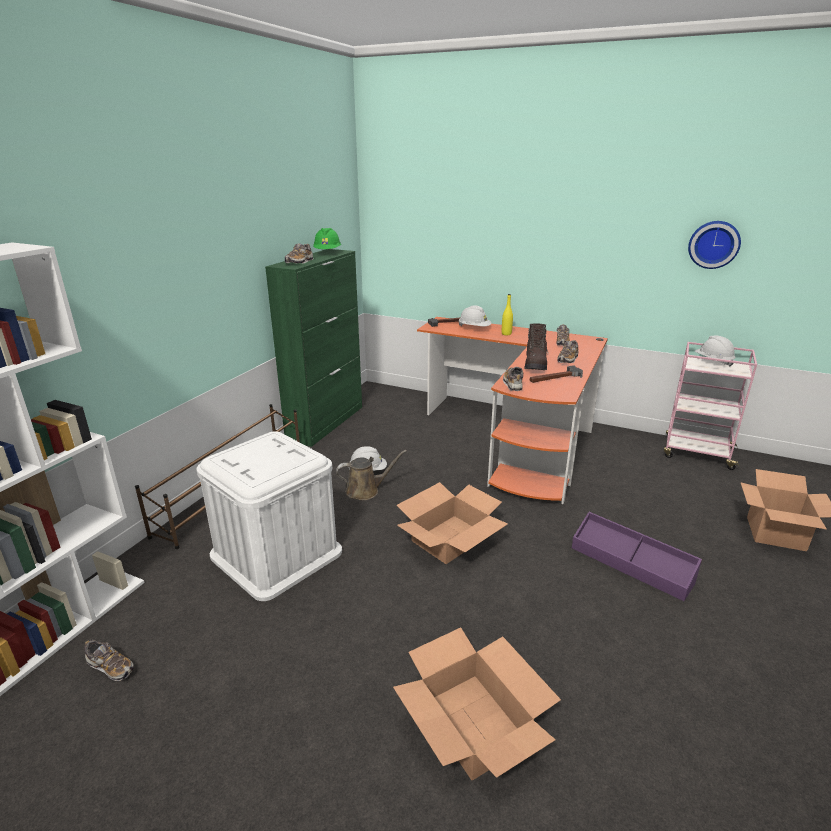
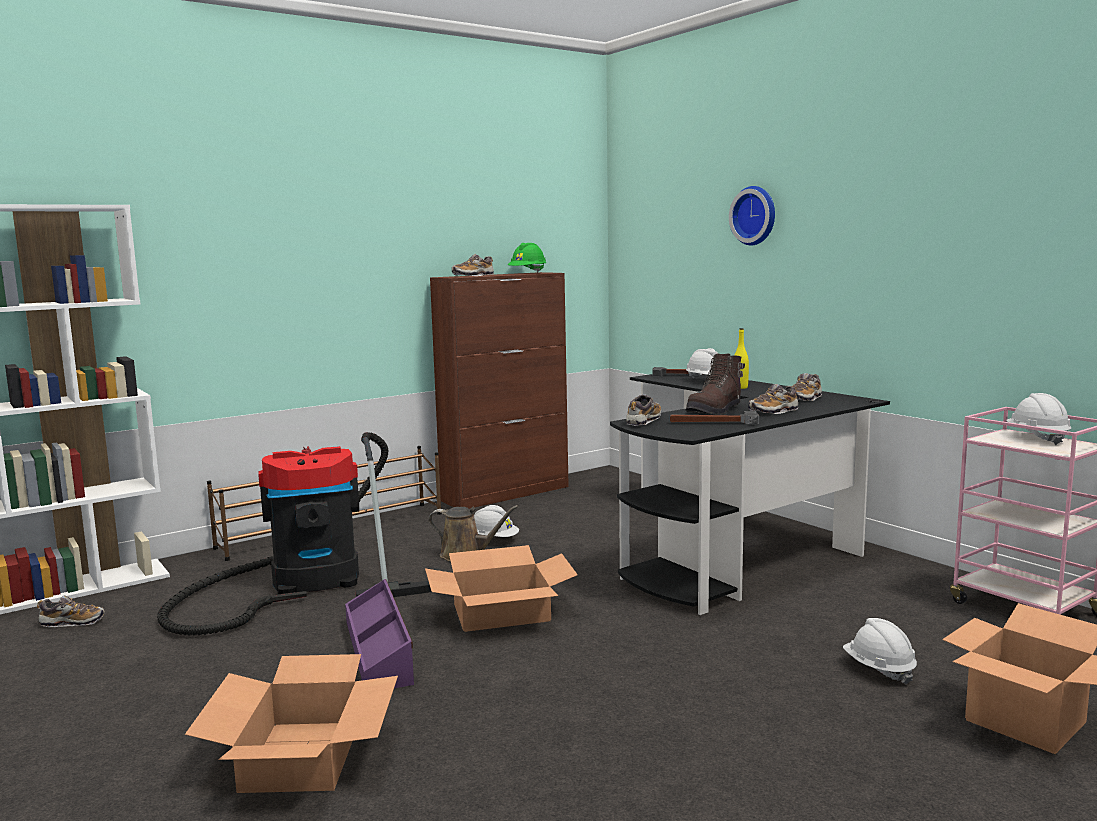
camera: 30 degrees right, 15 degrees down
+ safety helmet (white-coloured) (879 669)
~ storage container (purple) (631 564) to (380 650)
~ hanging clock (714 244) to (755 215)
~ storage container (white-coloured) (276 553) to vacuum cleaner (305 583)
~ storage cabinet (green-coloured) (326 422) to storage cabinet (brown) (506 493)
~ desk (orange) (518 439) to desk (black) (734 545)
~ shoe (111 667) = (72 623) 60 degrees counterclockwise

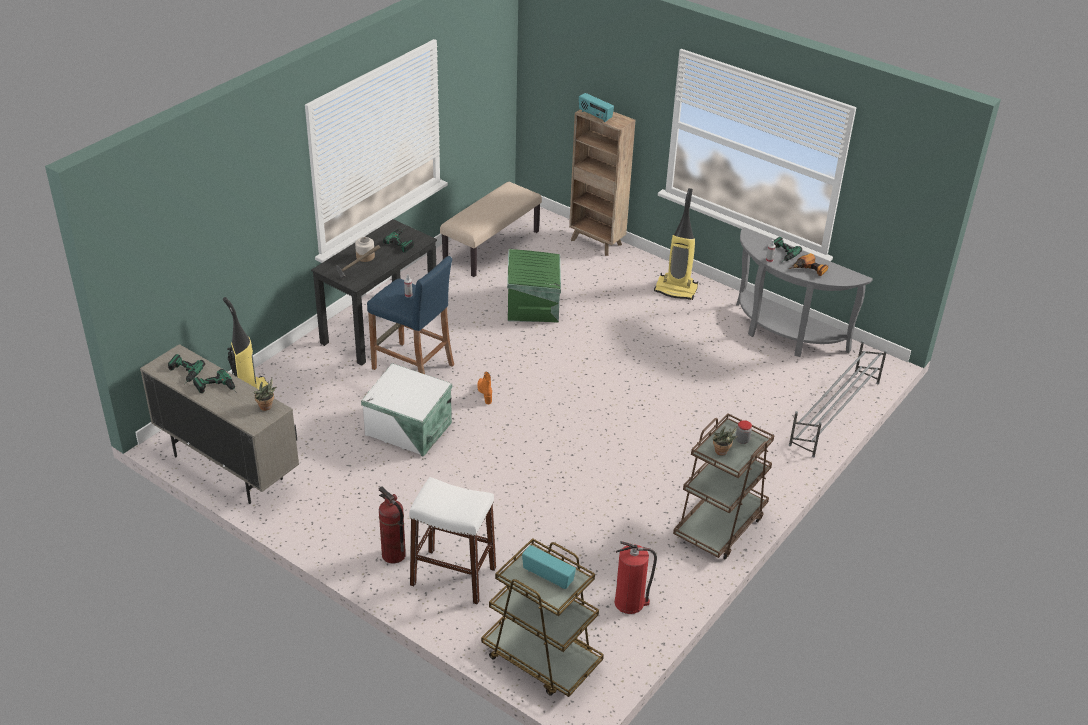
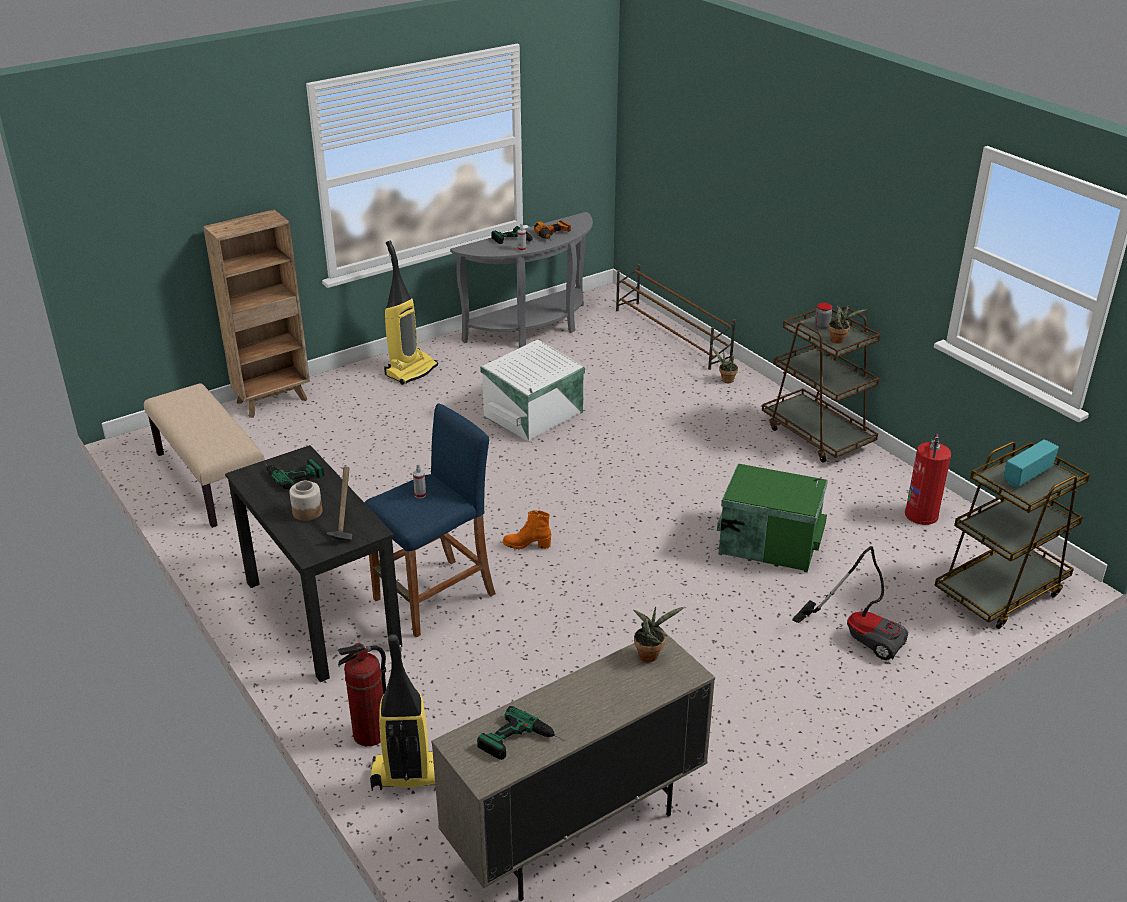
camera: 70 degrees left, 5 degrees down
- electric drill (217 389)
- radio (595 116)
+ potted plant (725 380)
~ storage container (white-coloured) (408 430) to (535 414)
~ fire extinguisher (393 555) to (370 734)
~ storage container (green-coloured) (534 303) to (768 540)
~ sitting stool (white-coloured) (453 576) to vacuum cleaner (860 634)
~ shoe rack (grey) (834 413) to shoe rack (brown) (672 335)

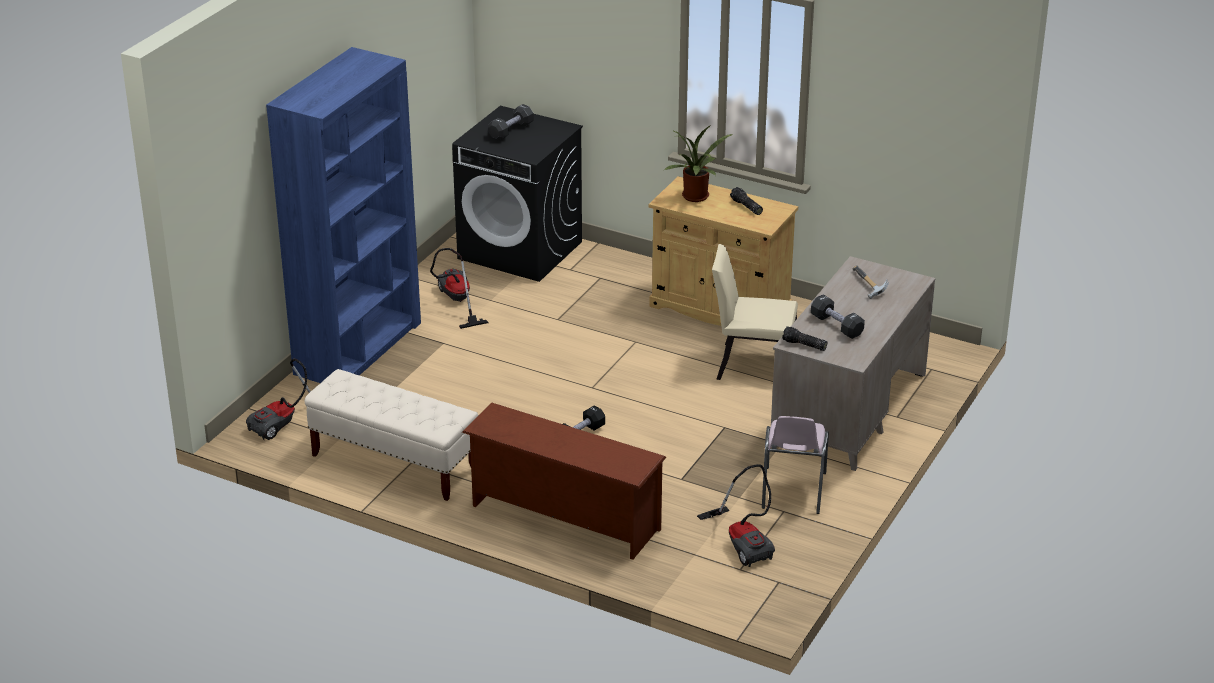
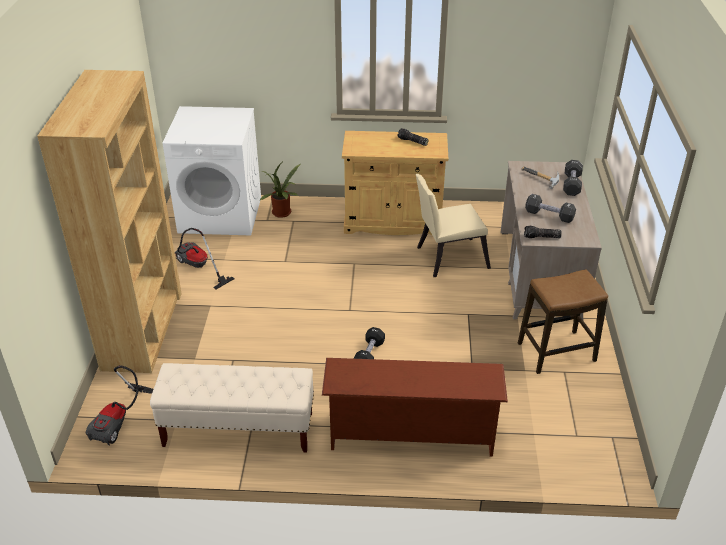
camera: 25 degrees left, 5 degrees up
- vacuum cleaner (744 542)
~ hand weight (black) (511 131) to (571 184)
~ potted plant (696 198) to (283 214)
~ upright chair (pink-coloured) (792 491) to sitting stool (556 352)
~ bookcase (bluish) (358 348) to bookcase (brown) (143 330)
~ laundry machine (black) (521 250) to laundry machine (white-coloured) (221 214)

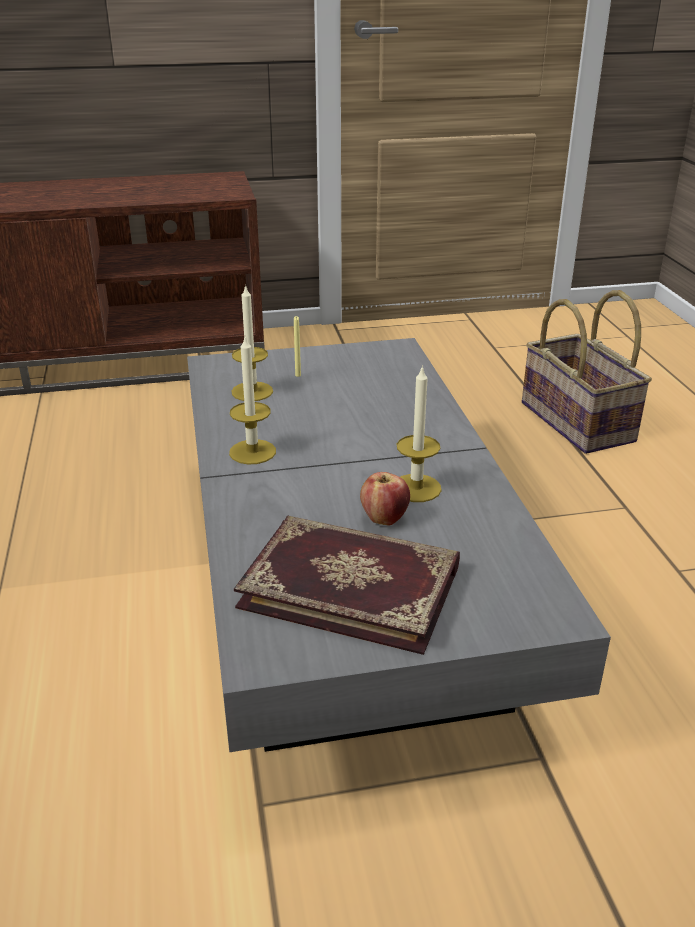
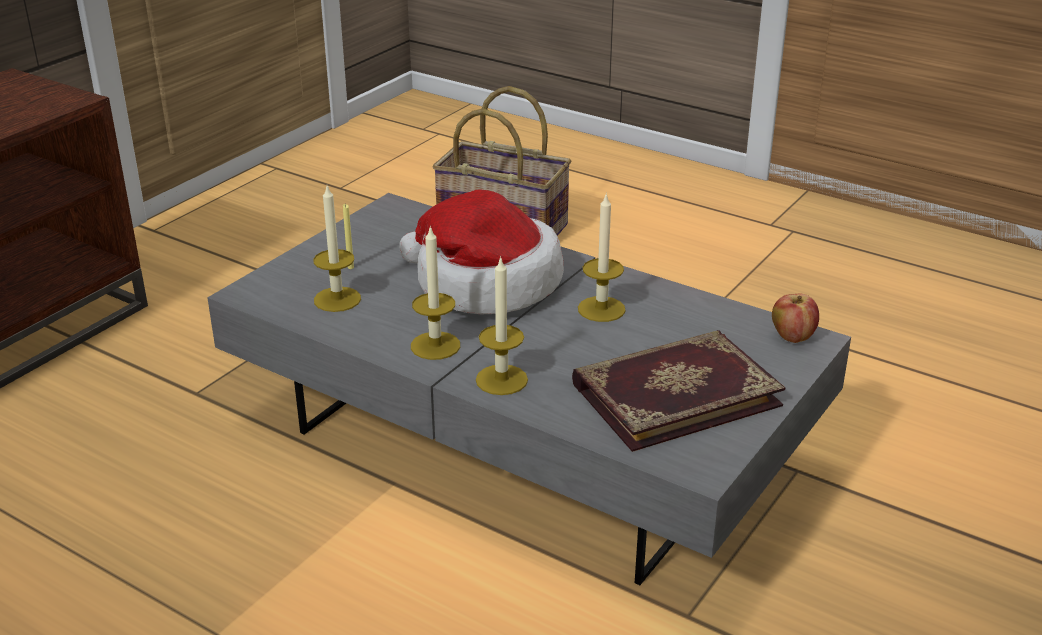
camera: 45 degrees left, 0 degrees up
+ wearable hat (484 283)
+ candle (501 380)
~ apple fruit (384 518) to (792 337)

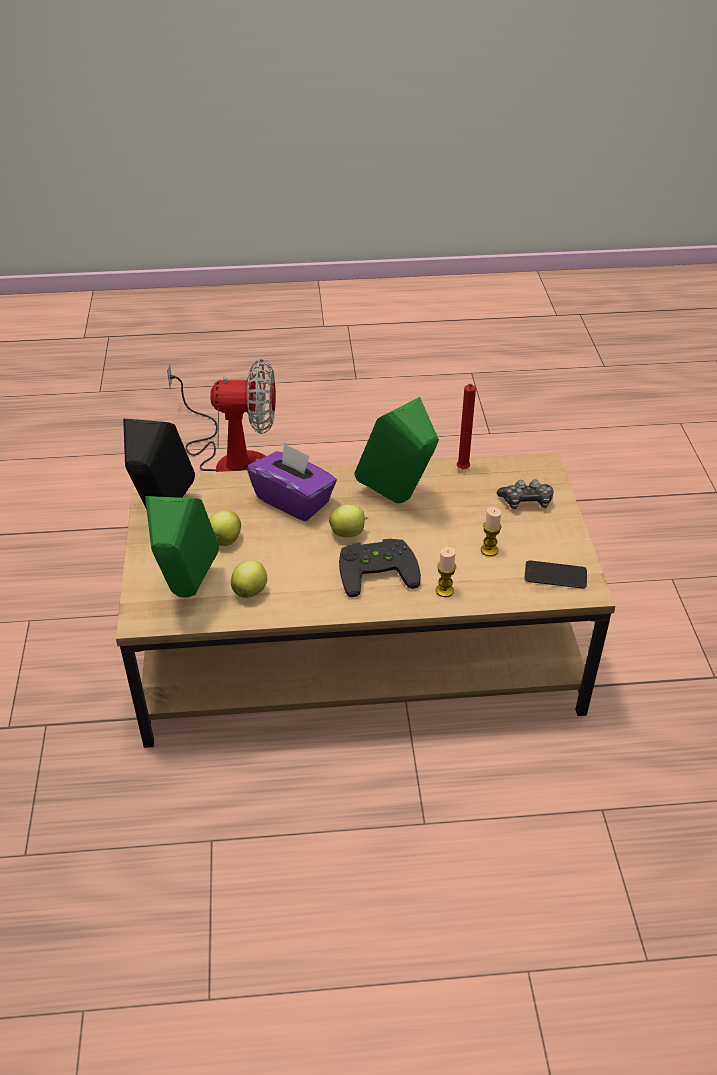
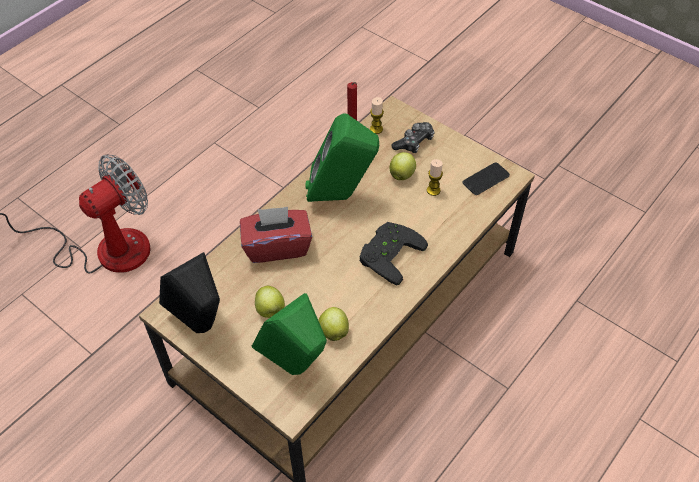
camera: 45 degrees left, 10 degrees up
~ apple fruit (348 533) to (402 174)
~ candle (444 590) to (376 129)
~ tissue holder (purple) (294 500) to tissue holder (red) (277 246)

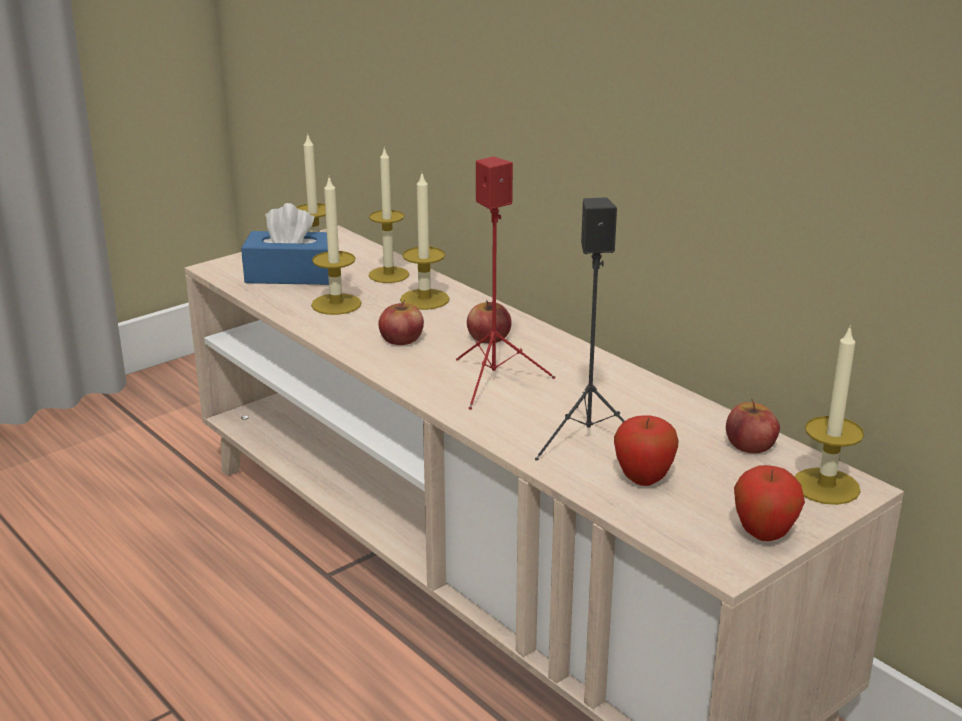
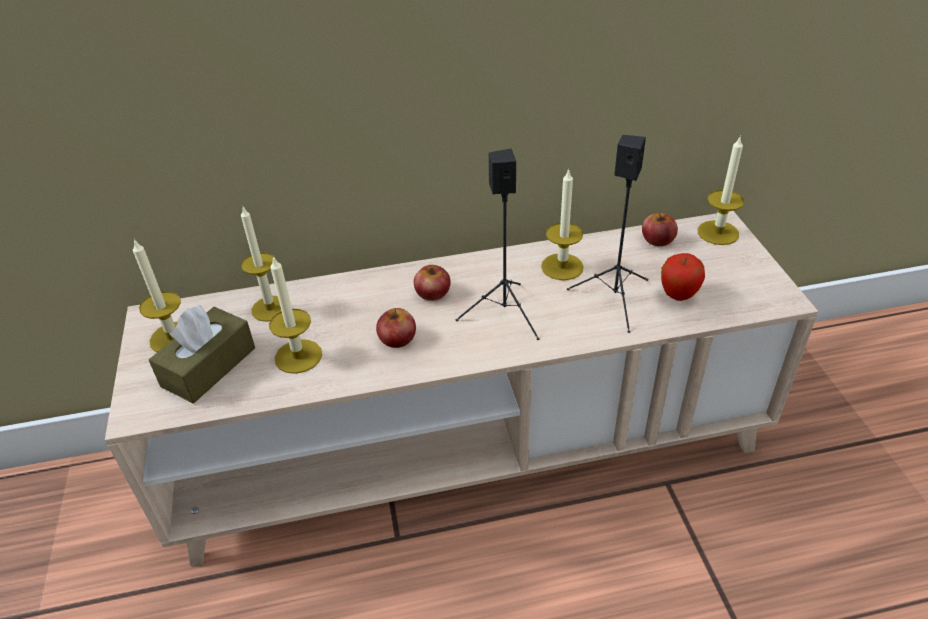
camera: 60 degrees left, 15 degrees up
- apple fruit (764 535)
~ candle (424 299) to (562 267)
~ tissue holder (bluish) (292 275) to tissue holder (brown) (209 367)
~ audio speaker (red) (495 381) to audio speaker (black) (504 313)

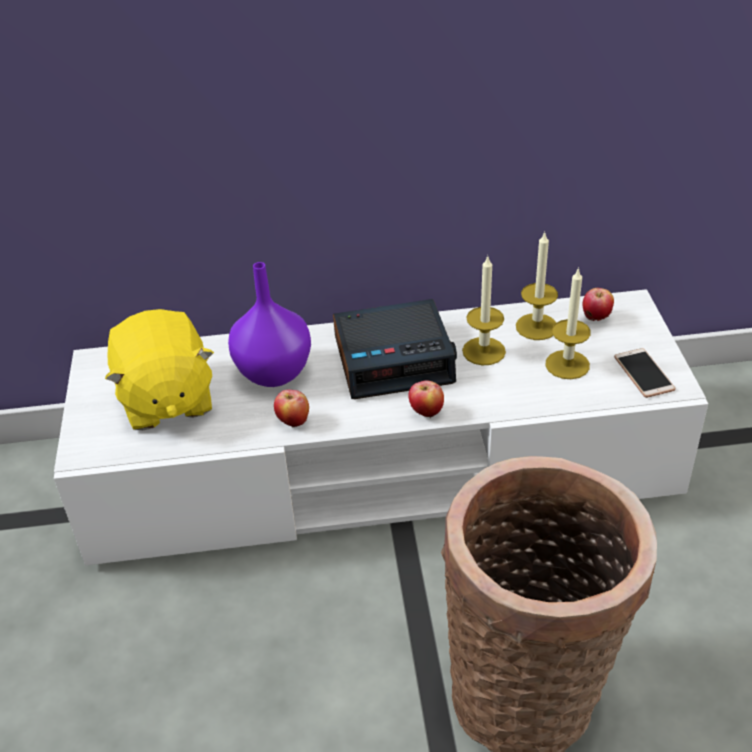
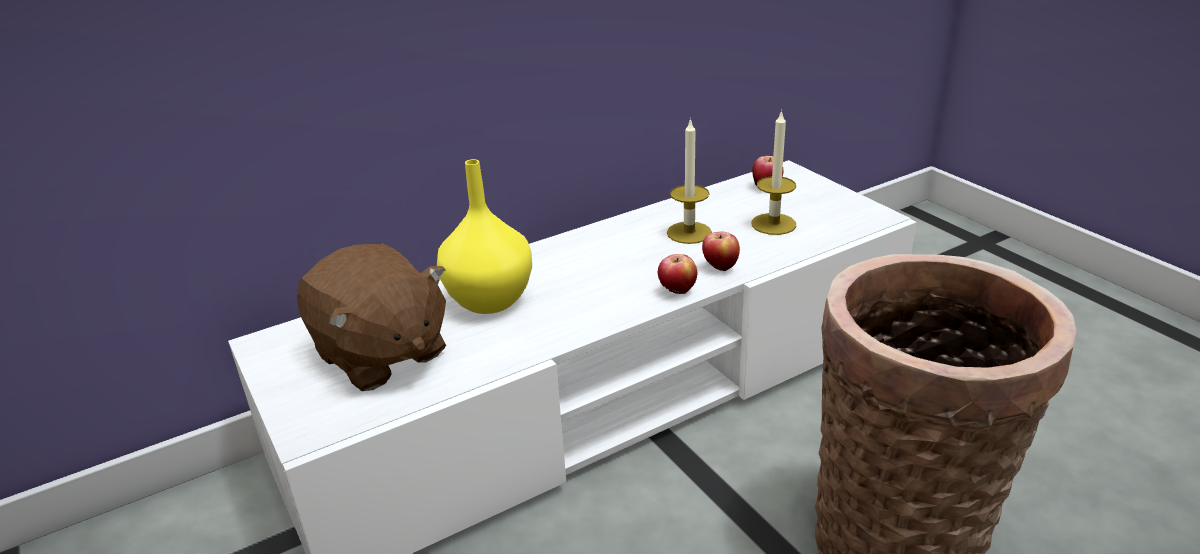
camera: 25 degrees left, 10 degrees down
- table clock (394 359)
- candle (536 327)
- telephone (643 374)
~ apple fruit (293 422) to (720 267)
~ plush toy (yellow) (165 399) to plush toy (brown) (380 355)
~ decorative vase (purple) (274 374) to decorative vase (yellow) (491 301)

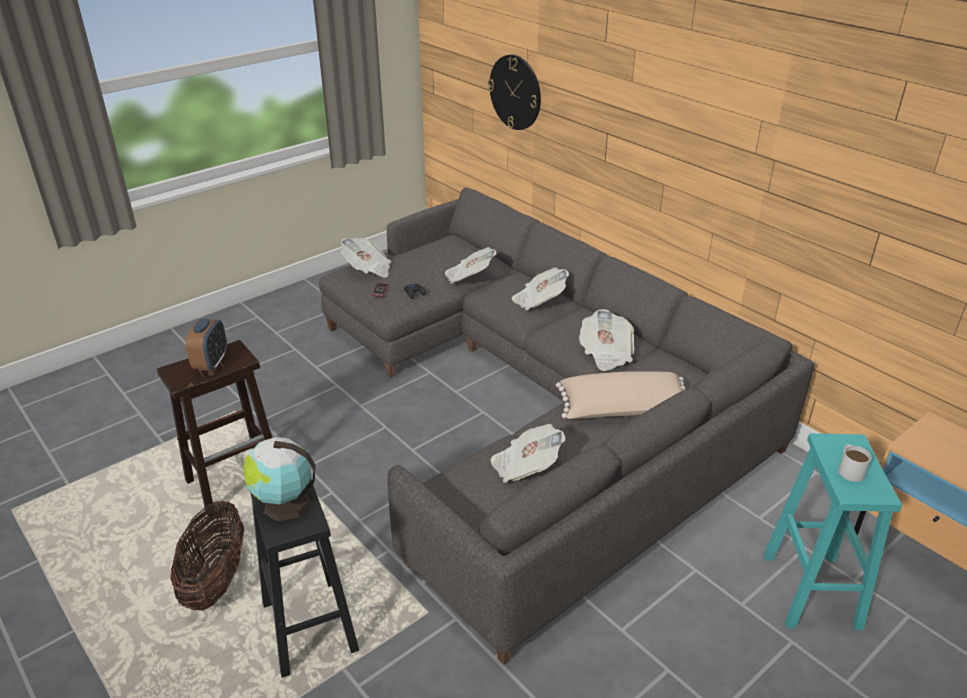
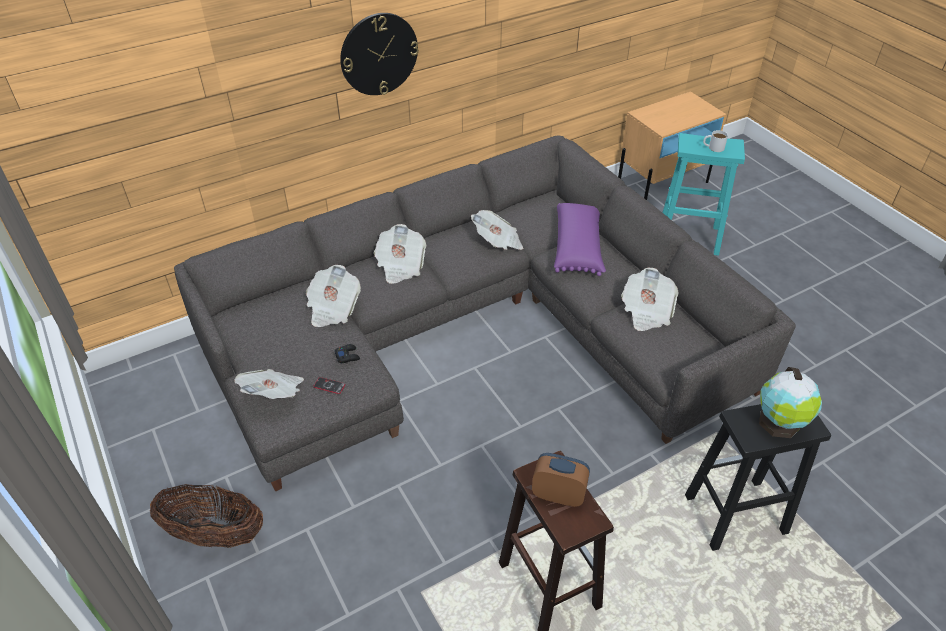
camera: 80 degrees left, 10 degrees up
~ basket (216 579) to (215 534)
~ hanging clock (515 92) to (379 54)
~ pillow (beige) (623 410) to pillow (purple) (578 248)

